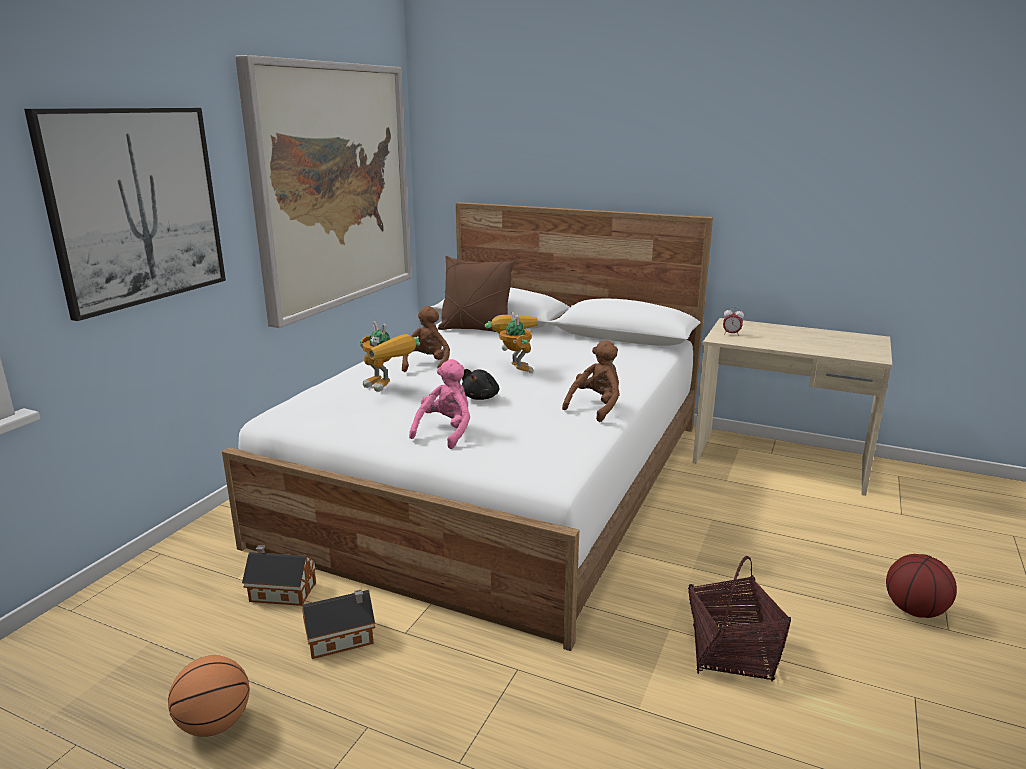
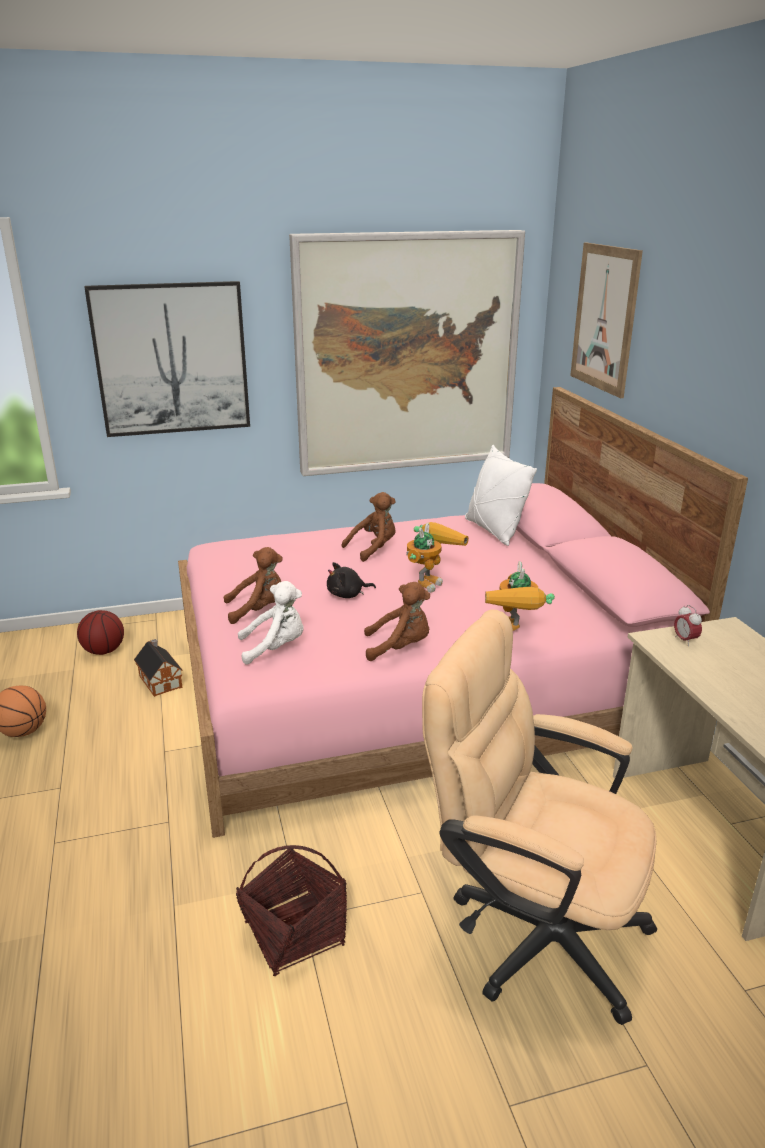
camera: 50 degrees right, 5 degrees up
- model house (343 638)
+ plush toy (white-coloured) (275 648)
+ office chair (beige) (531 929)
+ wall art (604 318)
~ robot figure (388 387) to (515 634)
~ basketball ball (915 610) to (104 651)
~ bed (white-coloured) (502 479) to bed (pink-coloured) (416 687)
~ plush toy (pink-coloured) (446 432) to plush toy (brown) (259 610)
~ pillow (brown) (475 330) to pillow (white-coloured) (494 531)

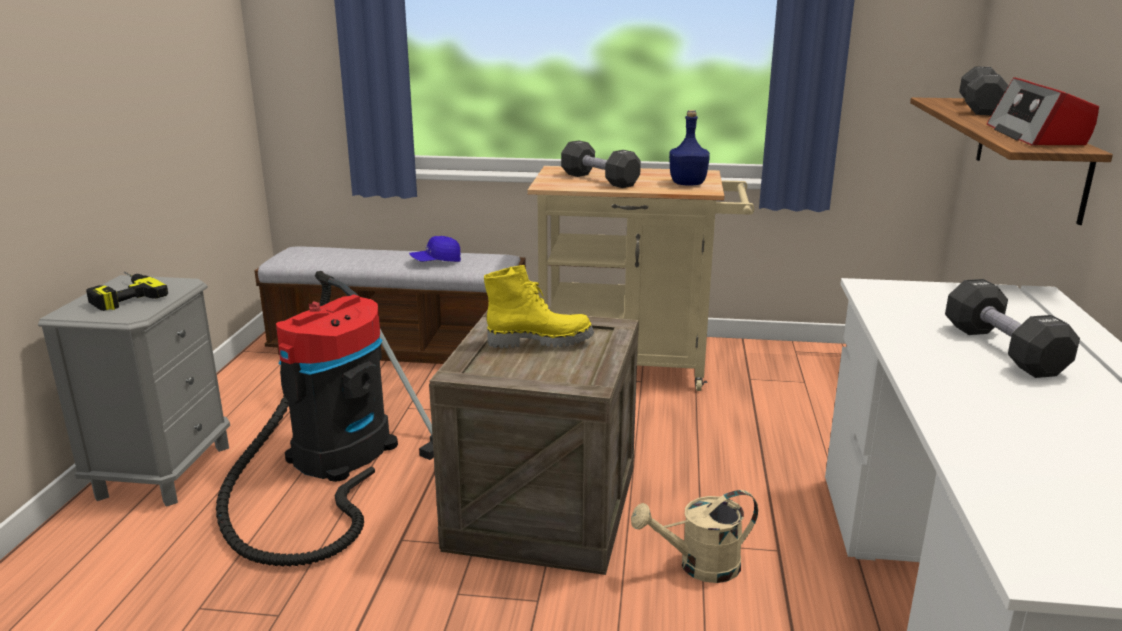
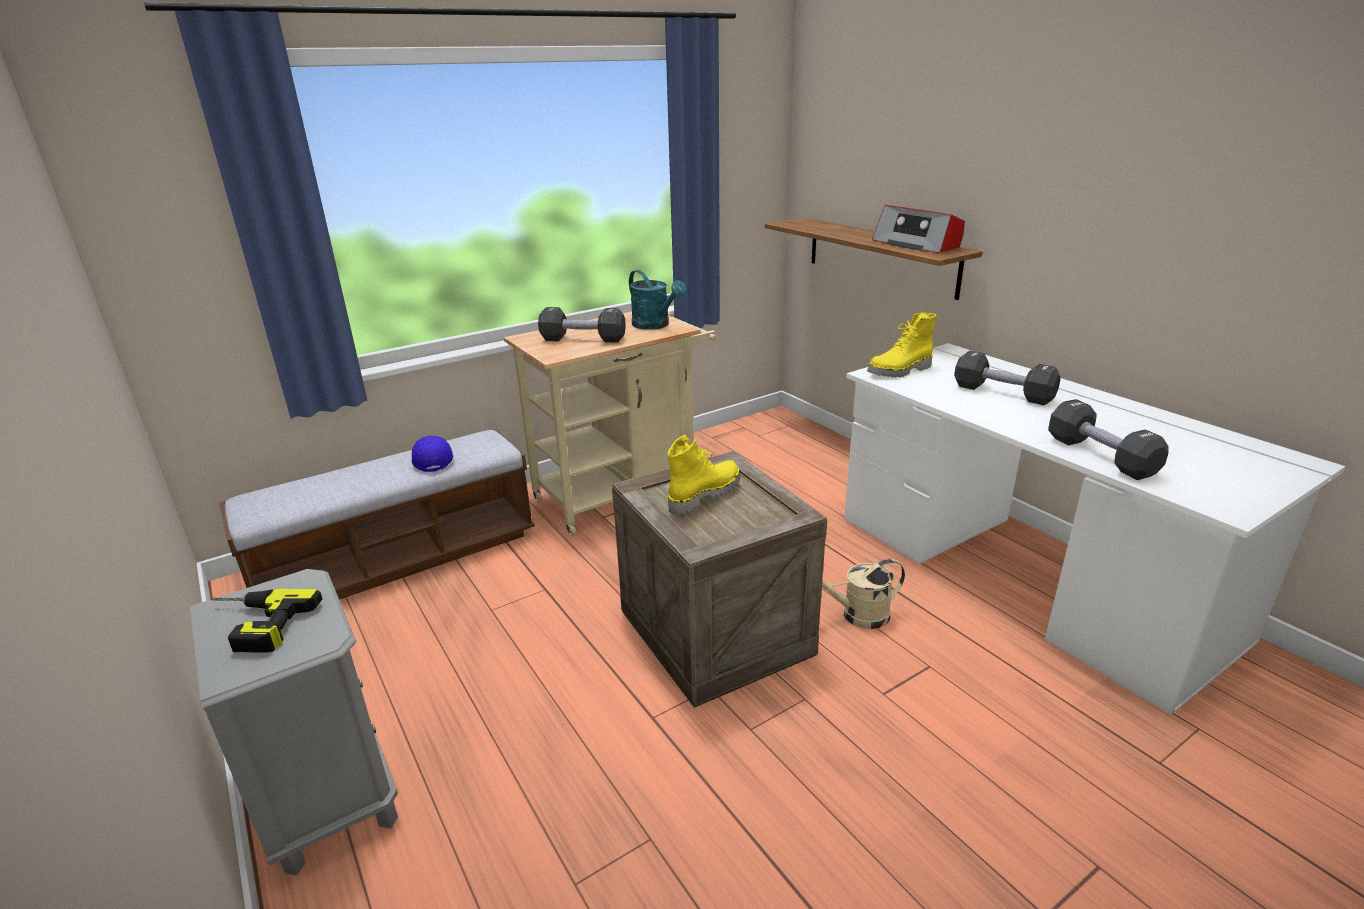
camera: 40 degrees left, 5 degrees up
- vacuum cleaner (335 460)
+ tall boot (yellow) (900 371)
~ hand weight (black) (980 108) to (1100 456)
~ beverage bottle (bluish) (688 184) to watering can (turquoise) (655 325)
~ cap (bluish) (436 261) = (433 460) 135 degrees clockwise
~ watering can (beige) (699 566) = (857 616) 45 degrees clockwise

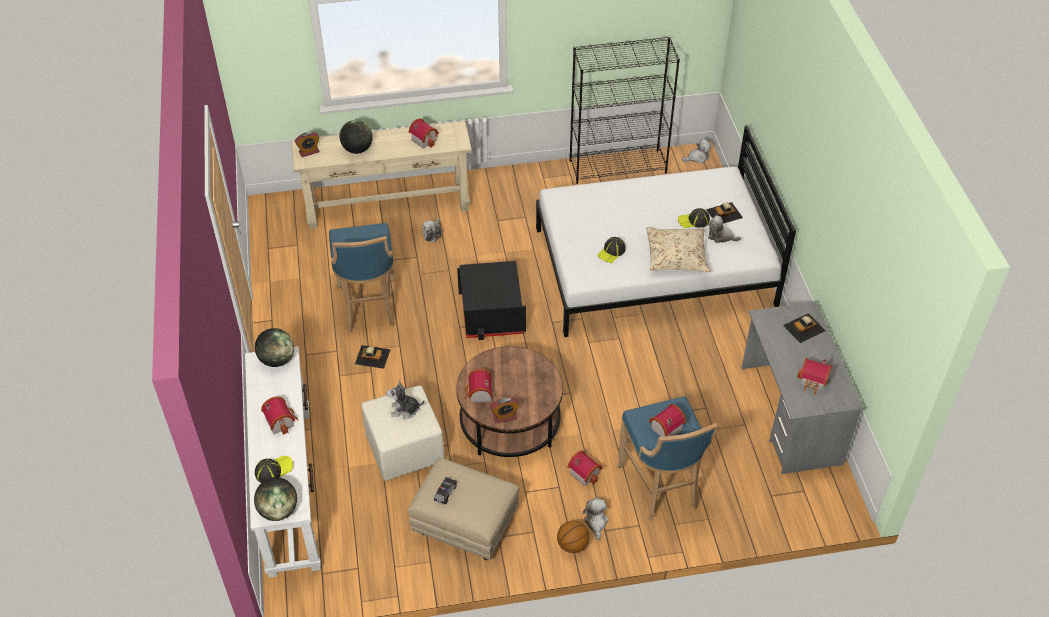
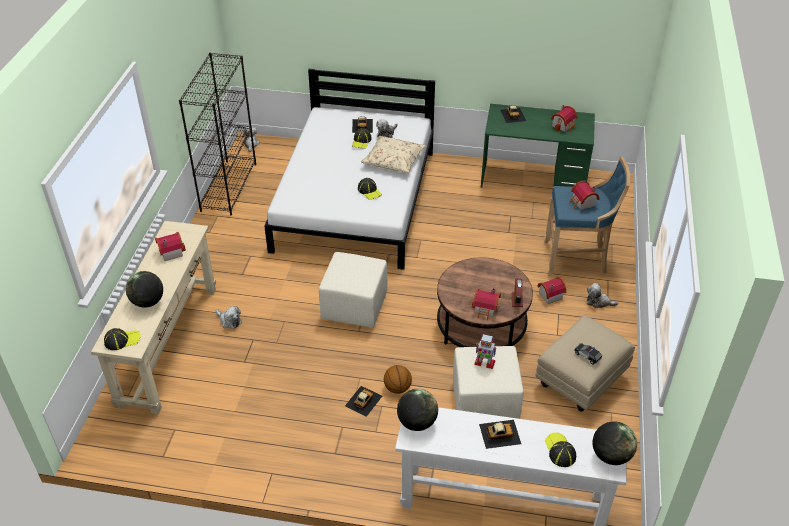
camera: 70 degrees left, 5 degrees down
- sitting stool (bluish) (368 307)
~ basketball ball (572 545) to (397 388)
~ model house (281 421) to model car (499 433)
~ table clock (309 152) to cap (122 340)
~ plush toy (405 410) to robot figure (484 362)
~ storage container (black) (492 313) to ottoman (beige) (354 306)
~ desk (grey) (790 415) to desk (green-coloured) (533 179)

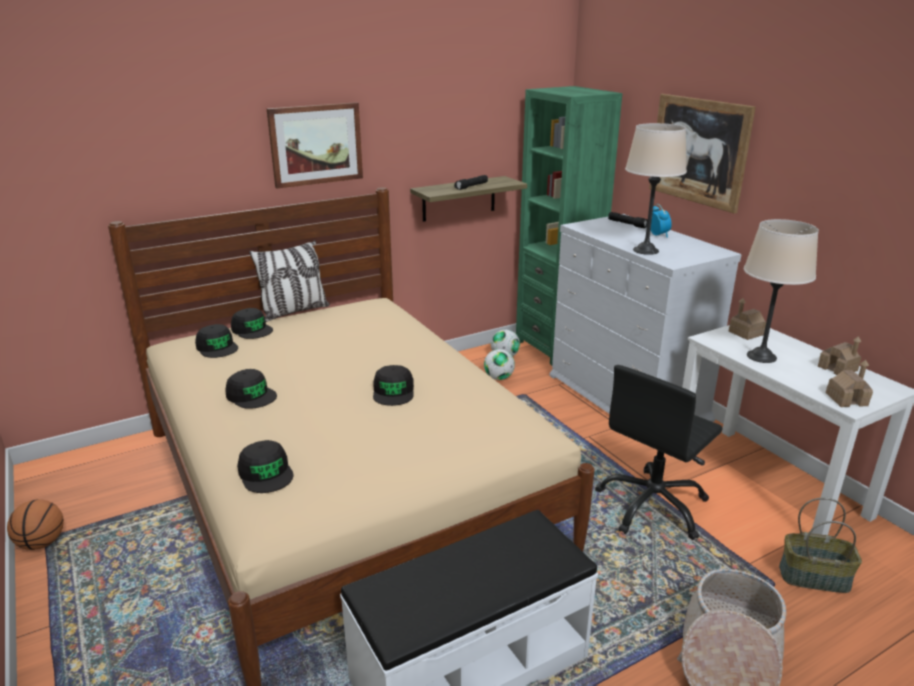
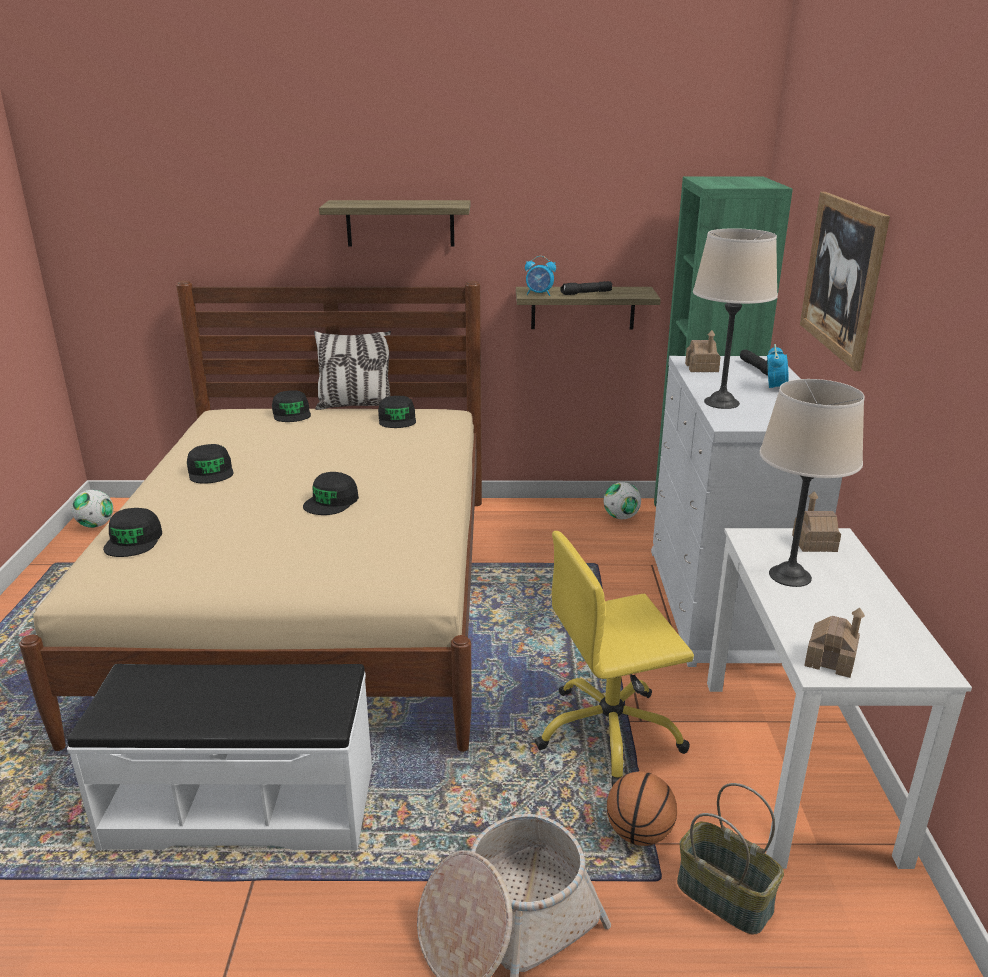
camera: 30 degrees right, 0 degrees up
+ table clock (539 294)
~ basketball ball (41 543) to (638 833)
~ cap (black) (217 347) to (397 419)
~ football (498 378) to (96 525)
~ model house (837 368) to (701 368)
~ wall art (316 144) to shelf (400 223)
~ office chair (black) (653 506) to office chair (yellow) (609 733)

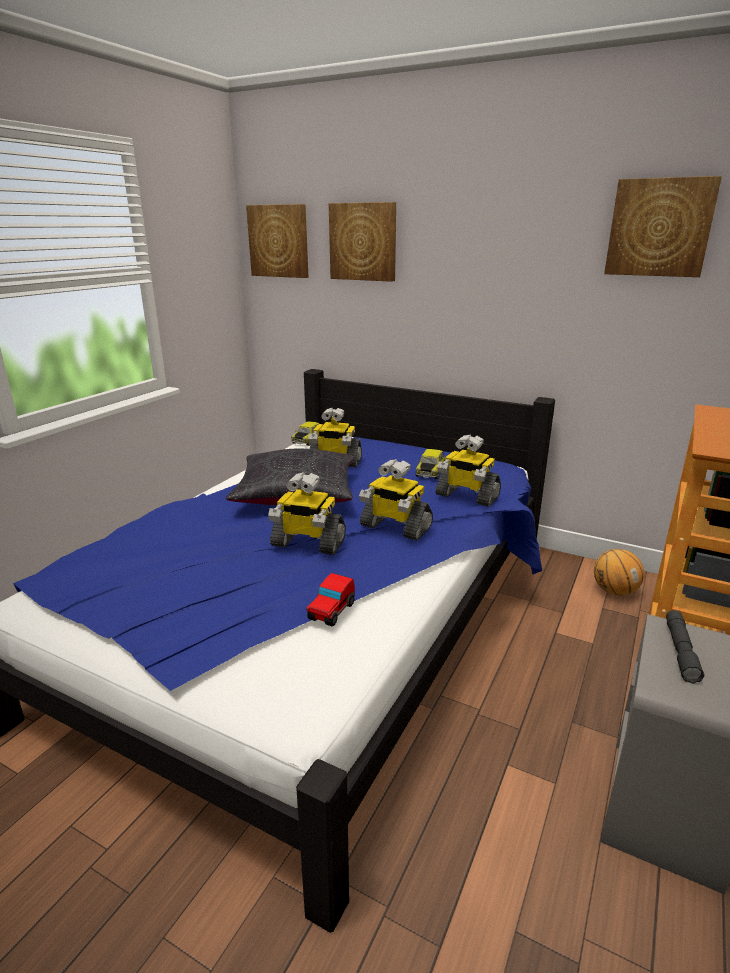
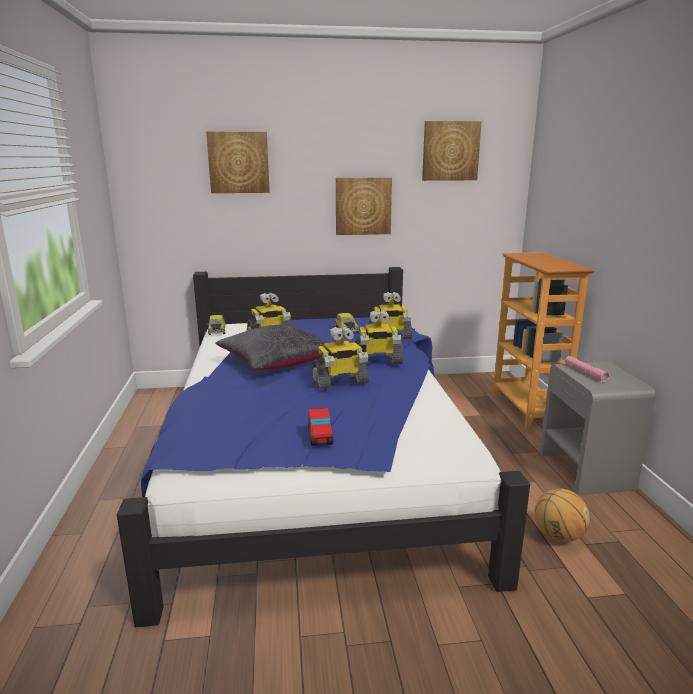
camera: 35 degrees left, 5 degrees down
~ wall art (279 241) to (363 206)
~ model car (331 611) to (320 437)
~ basketball ball (614 591) to (558 536)
~ hand torch (grey) (680 651) to hand torch (pink-coloured) (585 373)

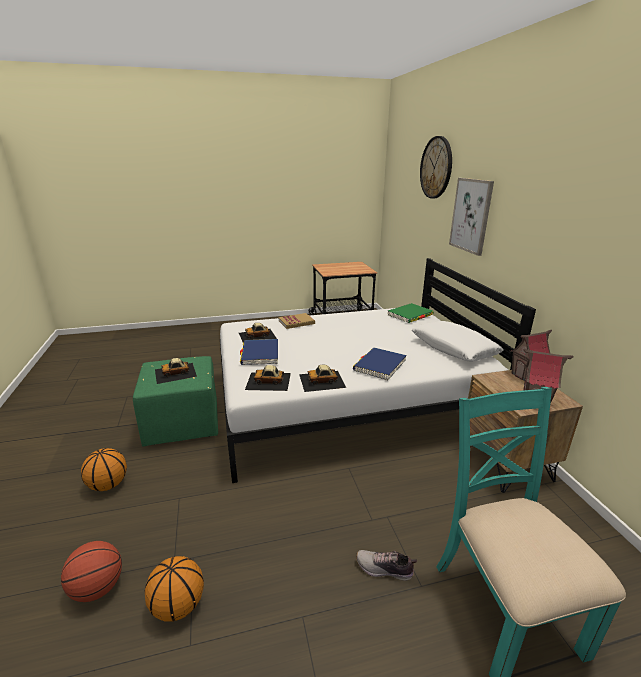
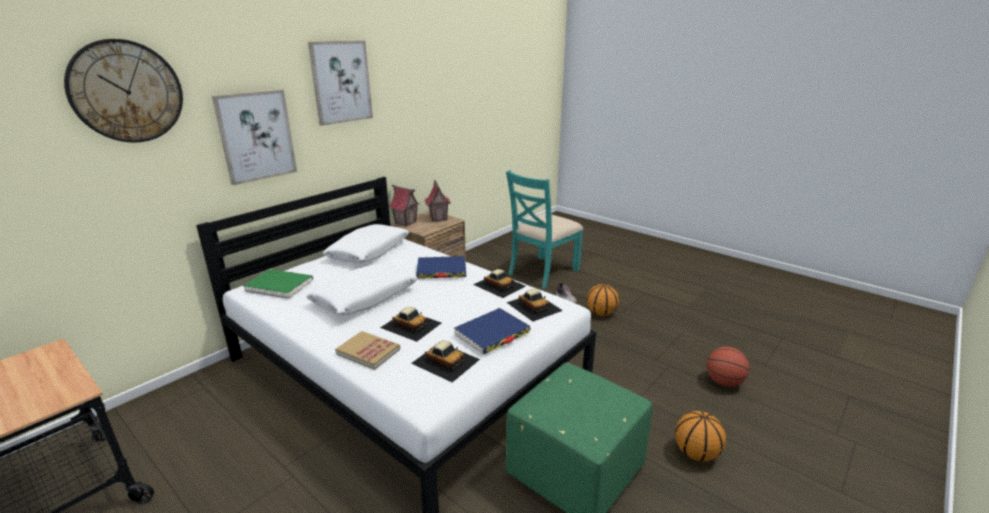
camera: 125 degrees left, 0 degrees up
+ pillow (white-coloured) (365 298)
+ wall art (341 82)
~ basketball ball (178 606) to (601 313)
~ model car (175 373) to (411 325)

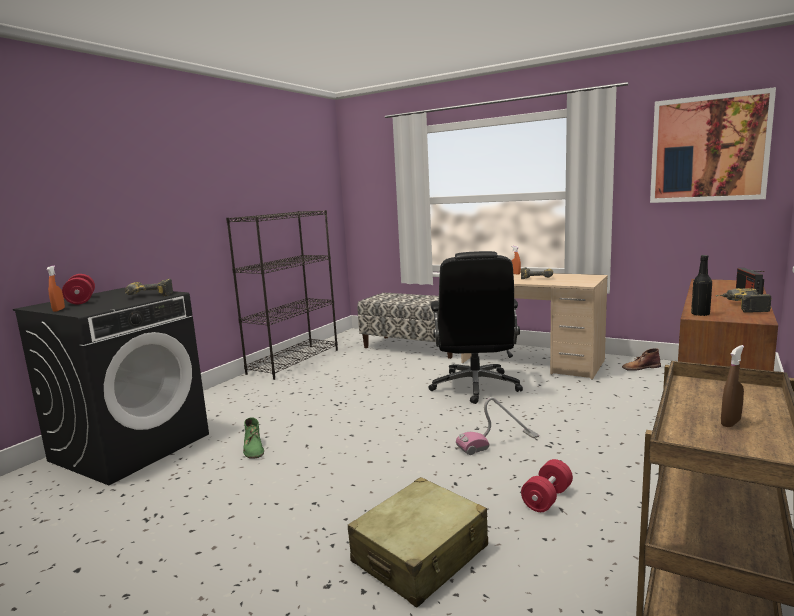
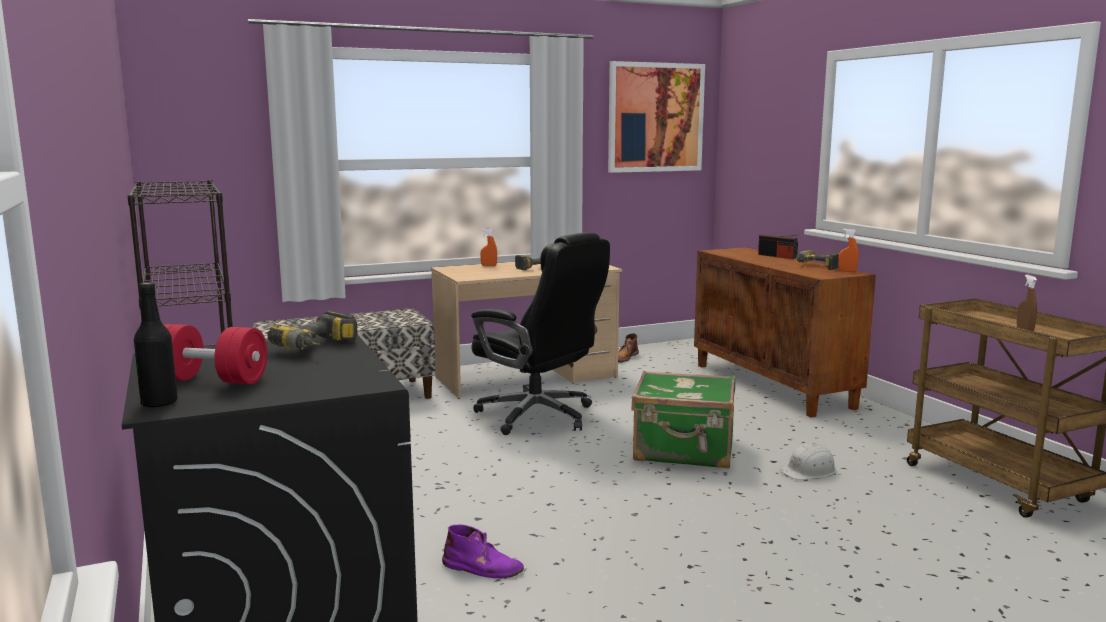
camera: 55 degrees left, 0 degrees up
- travel case (beige) (420 555)
~ hand sprayer (orange) (58 310) to (847 271)
~ beverage bottle (black) (700 314) to (159 403)
~ vacuum cleaner (498 442) to travel case (green-coloured) (684 451)
~ hand weight (red) (547 498) to safety helmet (white-coloured) (809 471)
~ tall boot (green-coloured) (253 448) to tall boot (purple) (483 568)

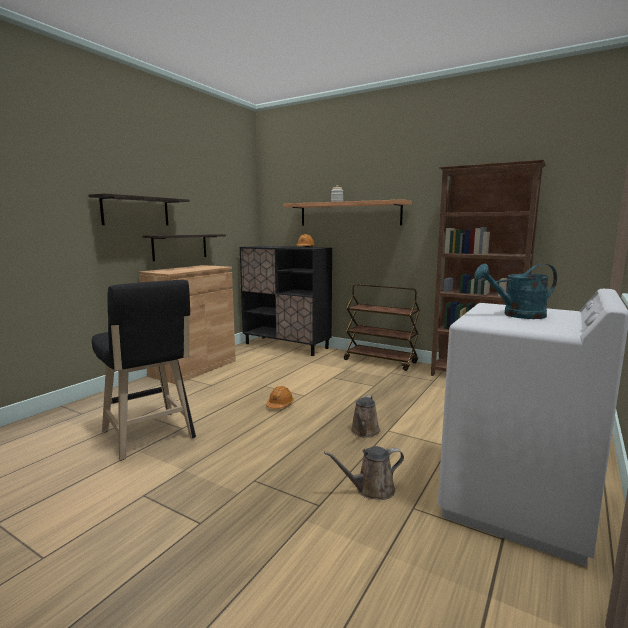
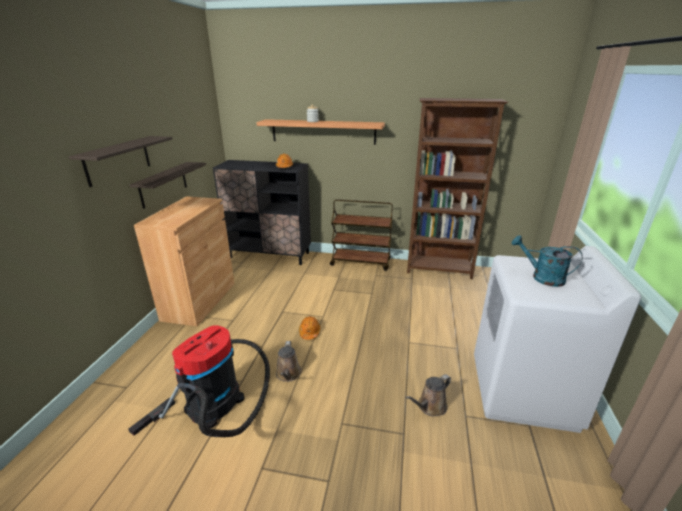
camera: 20 degrees left, 15 degrees up
~ watering can (brown) (364 432) to (288 374)
~ sitting stool (black) (150 437) to vacuum cleaner (219 399)
~ watering can (turquoise) (517 315) = (541 277) 60 degrees clockwise

